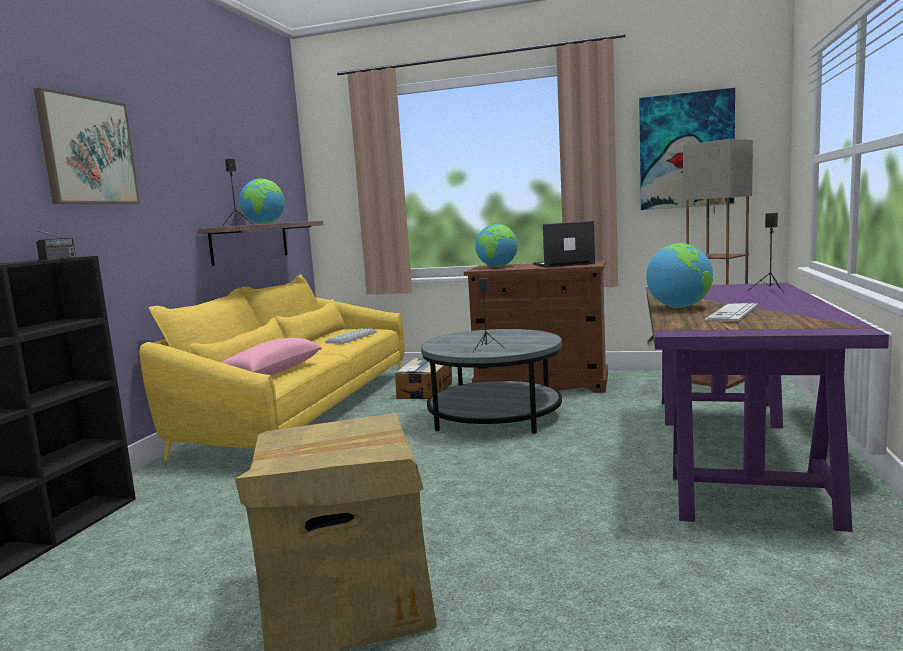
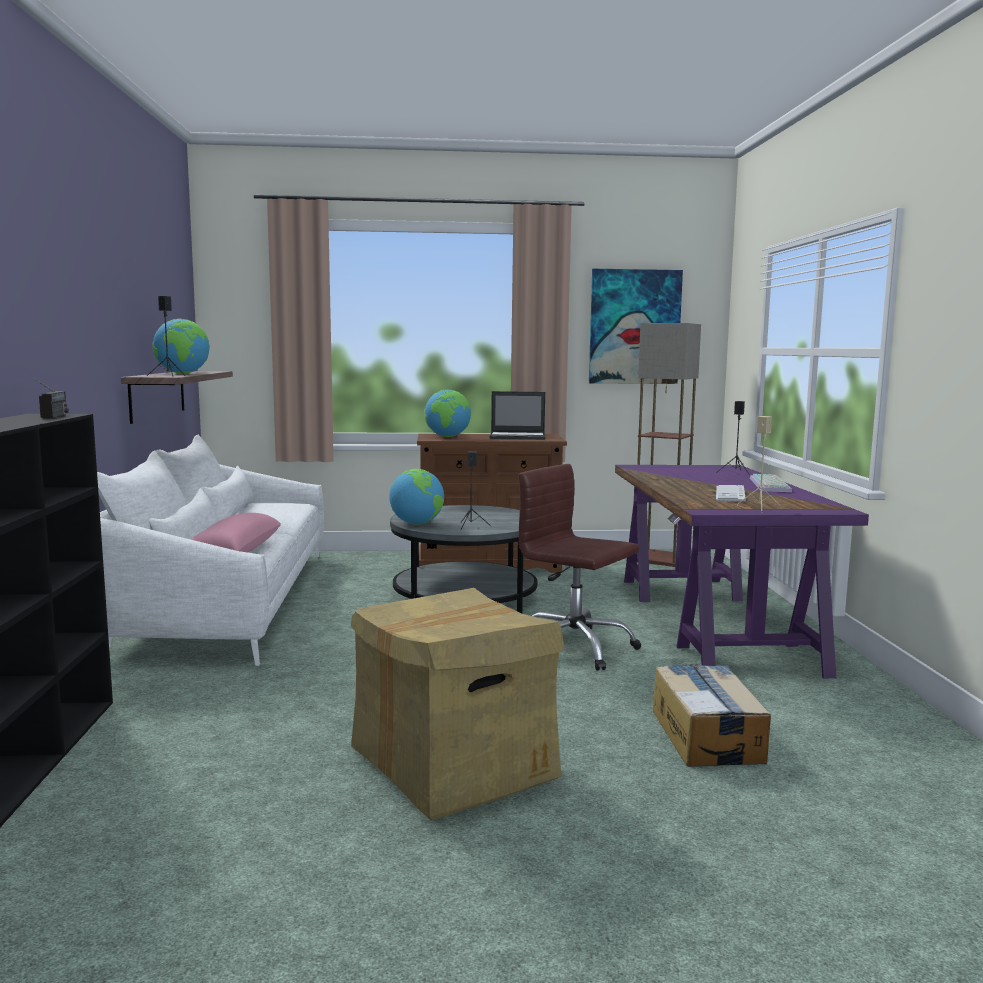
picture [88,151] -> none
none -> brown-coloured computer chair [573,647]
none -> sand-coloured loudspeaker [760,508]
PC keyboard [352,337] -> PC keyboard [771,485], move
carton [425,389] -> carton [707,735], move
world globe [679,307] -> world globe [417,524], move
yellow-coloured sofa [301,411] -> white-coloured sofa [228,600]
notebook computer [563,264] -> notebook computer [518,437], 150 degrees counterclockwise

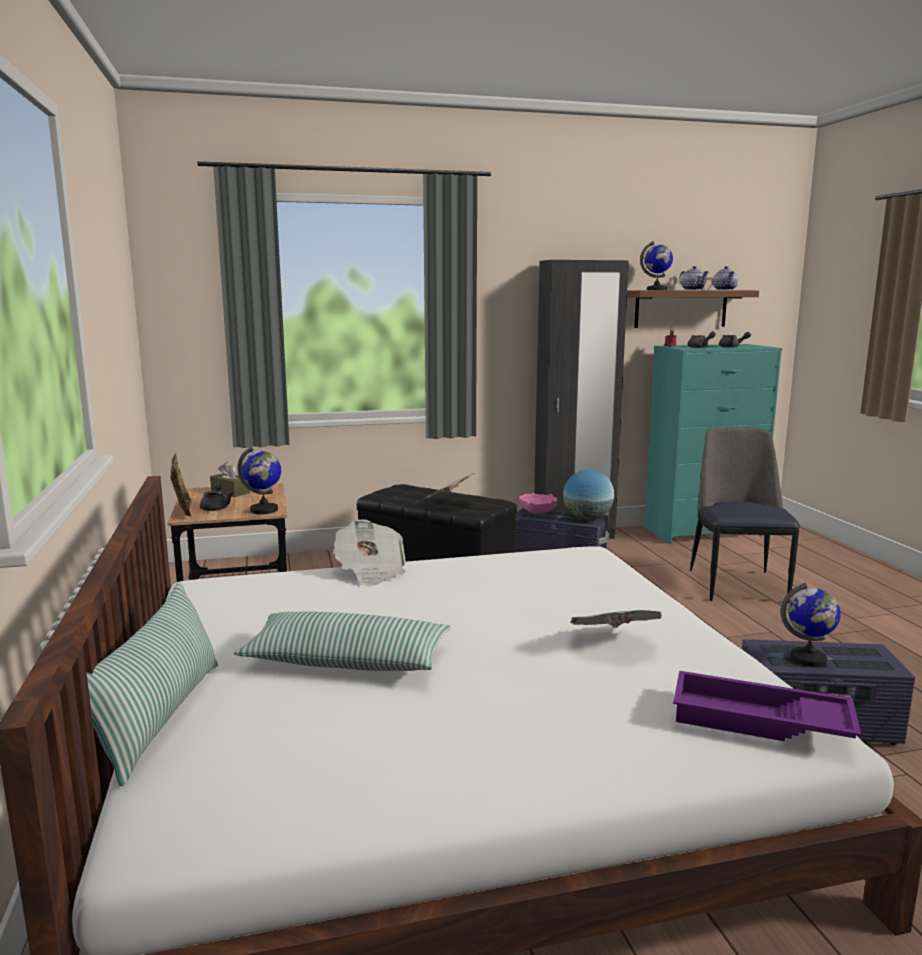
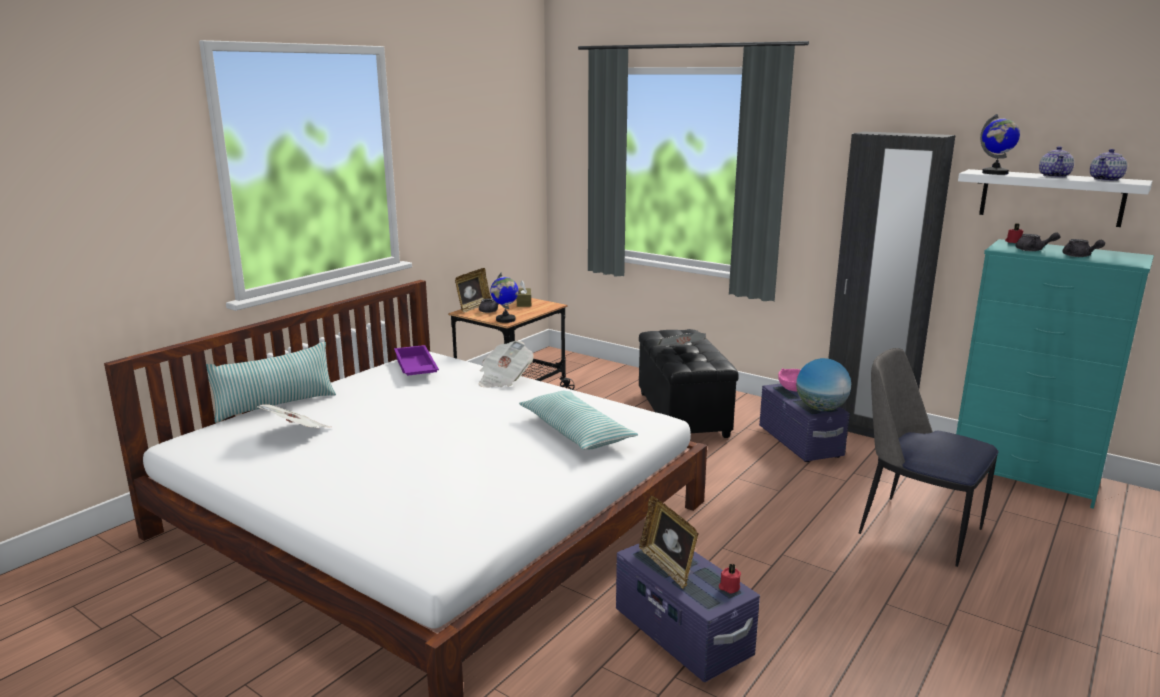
none -> red wax candle [729,587]
pillow [346,661] -> pillow [575,432], move
newspaper [613,642] -> newspaper [296,433], move
purplish serving tray [759,721] -> purplish serving tray [414,368], move
world globe [808,659] -> standing frame [667,566]
brown-coloured shelf [681,308] -> white-coloured shelf [1051,197]
chair [737,584] -> chair [916,529], 105 degrees counterclockwise

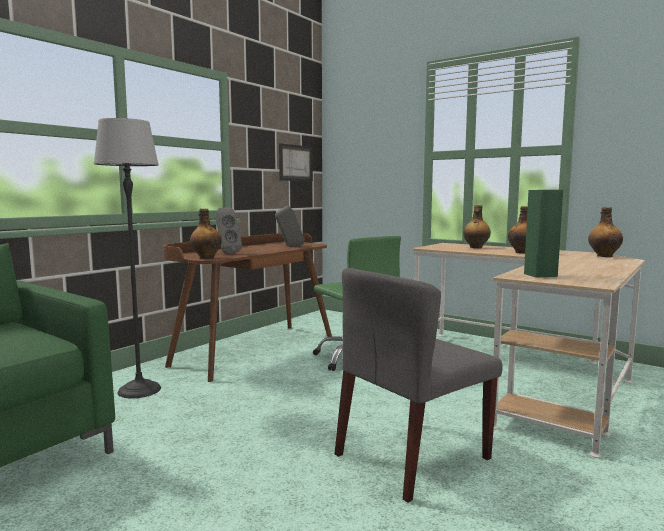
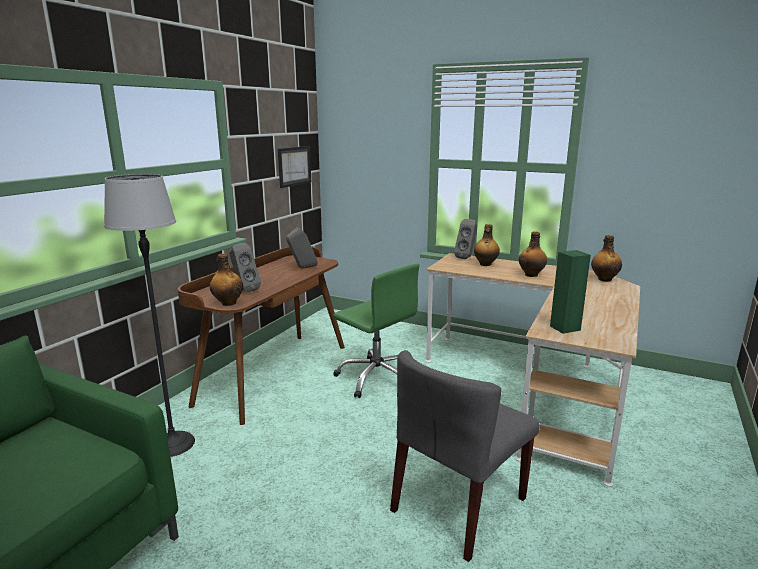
none -> grey loudspeaker [466,258]

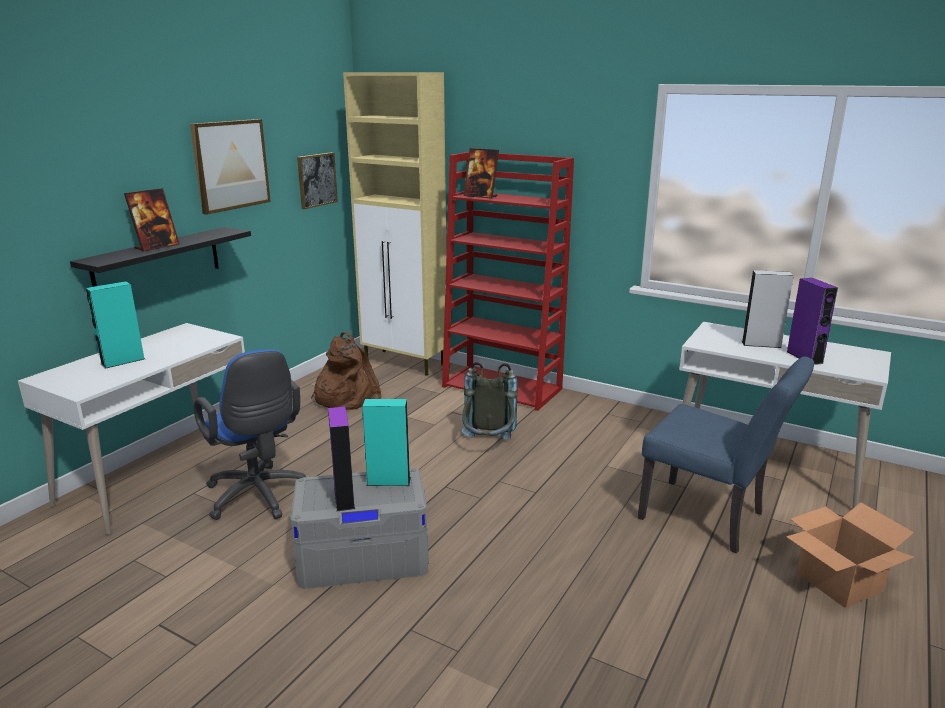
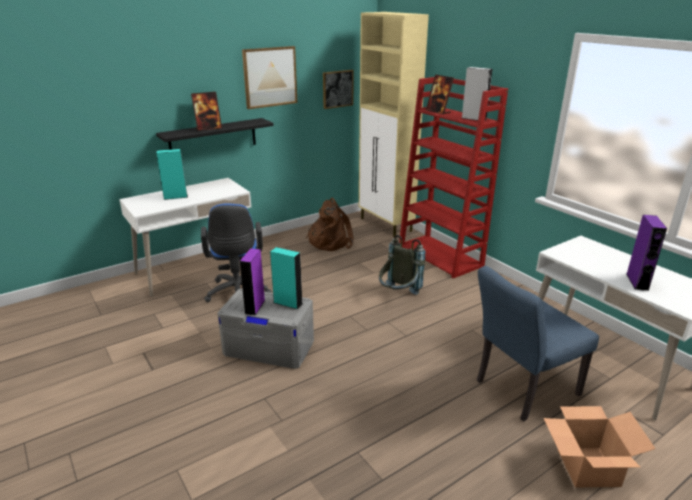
grey loudspeaker [761,344] -> grey loudspeaker [474,118], move
blue chair [710,519] -> blue chair [521,390], 90 degrees clockwise

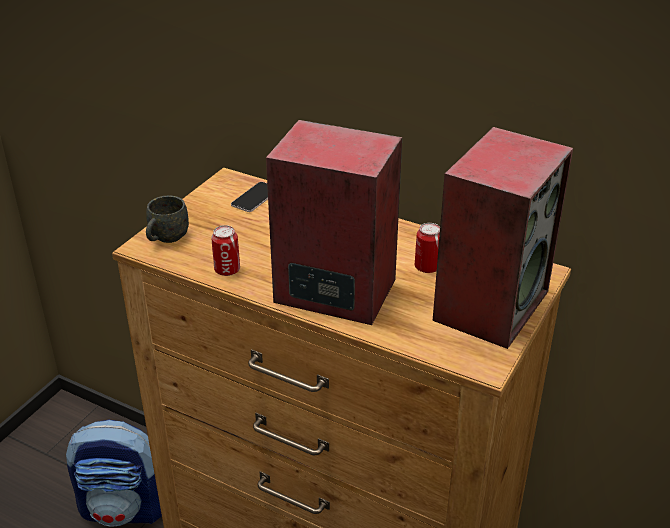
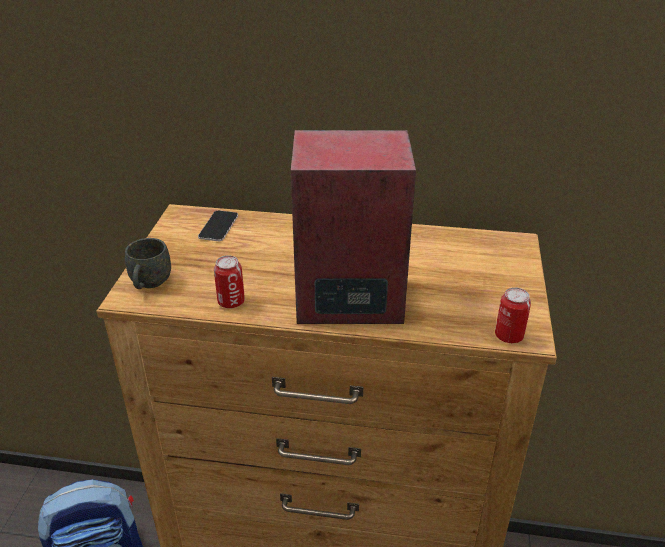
loudspeaker [490,304] -> none
metal can [427,267] -> metal can [509,336], move

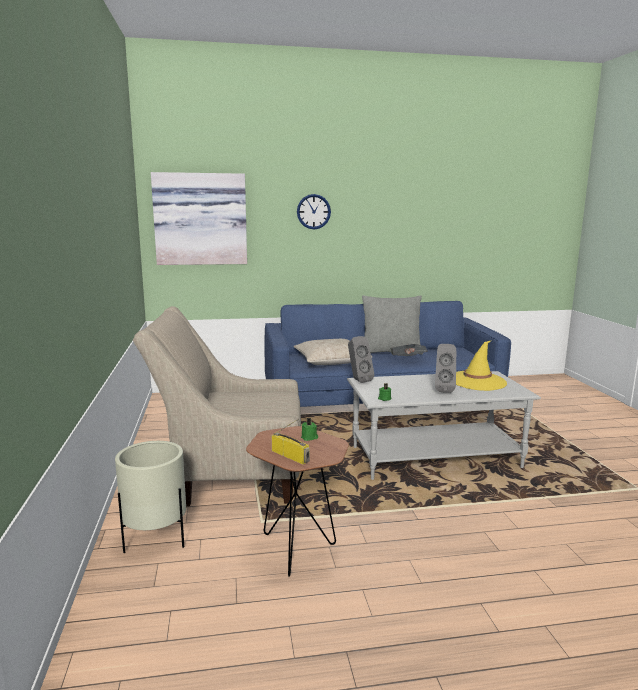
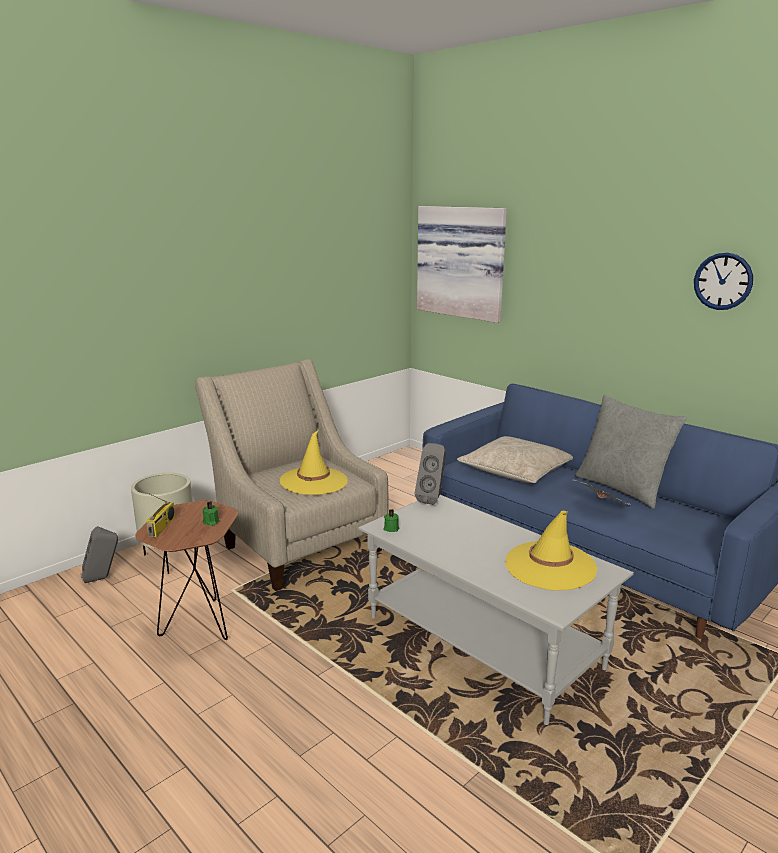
none -> yellow-coloured wearable hat [314,481]
clock on the wall [313,211] -> clock on the wall [723,281], move
grey loudspeaker [443,390] -> grey loudspeaker [102,578], move

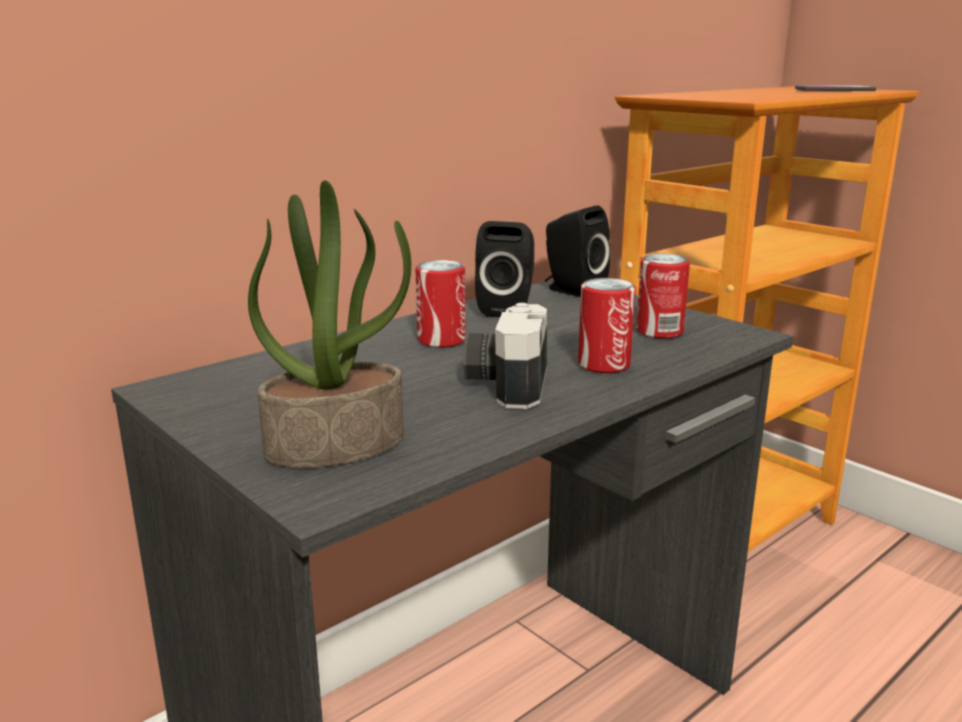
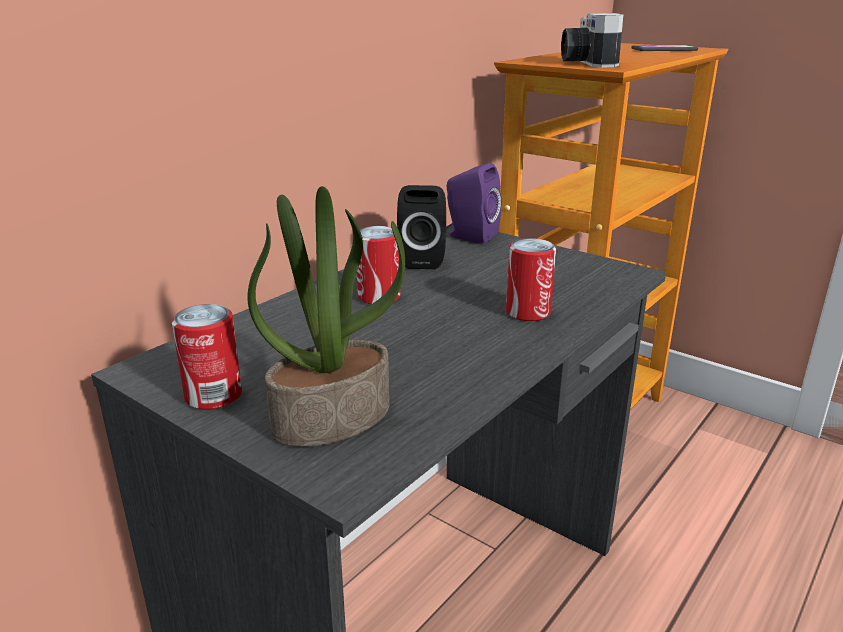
photo camera [505,383] -> photo camera [586,63], move
metal can [659,331] -> metal can [213,395], move
black-coloured loudspeaker [571,290] -> purplish loudspeaker [469,236]

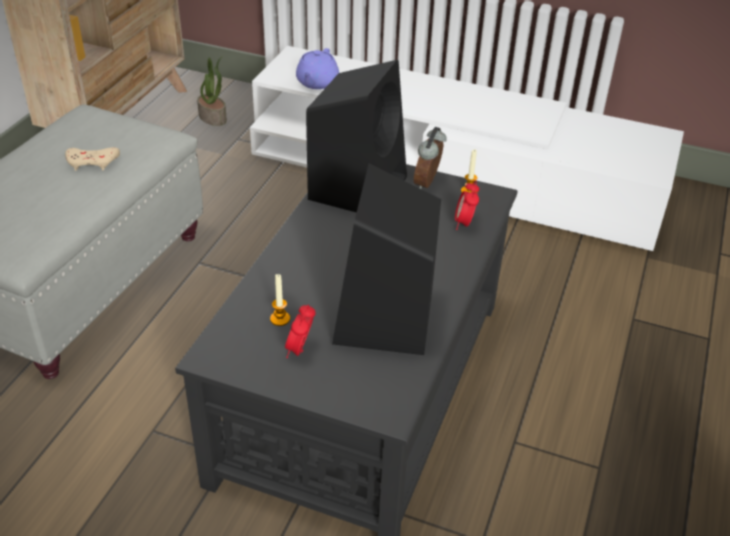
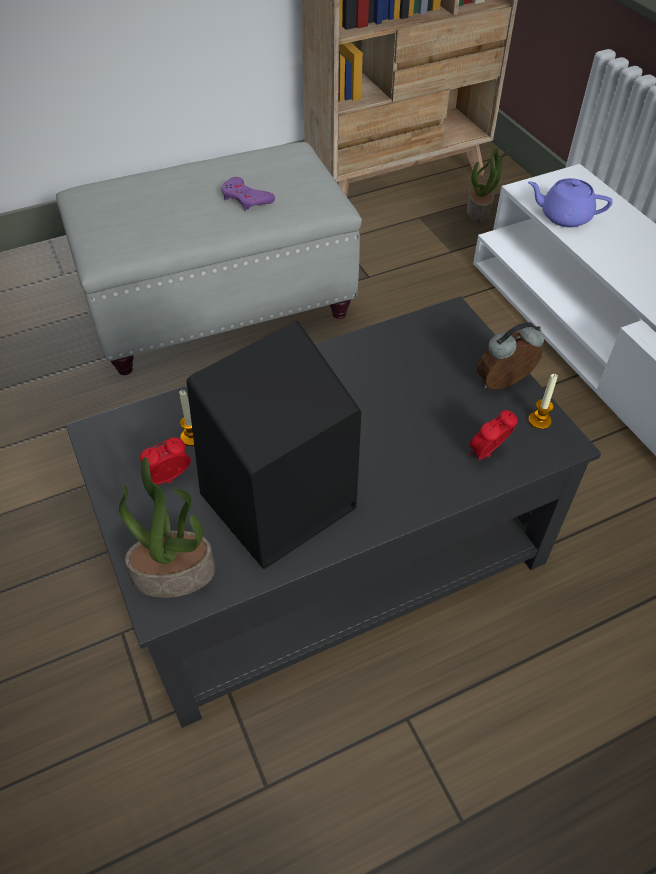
black-coloured loudspeaker [358,186] -> none
none -> houseplant [175,573]
sand-coloured joypad [92,162] -> purplish joypad [246,199]
purplish tea pot [317,83] -> purplish tea pot [564,216], 45 degrees clockwise

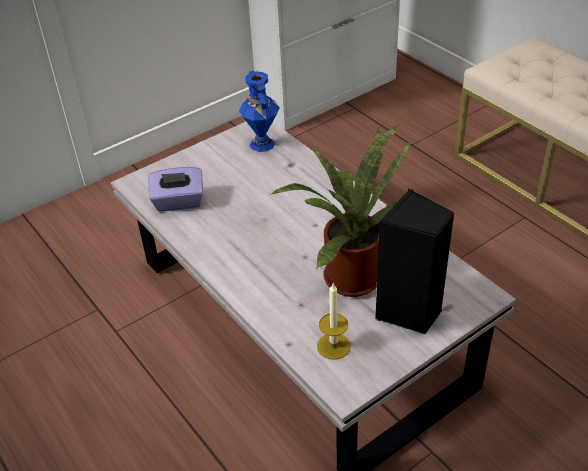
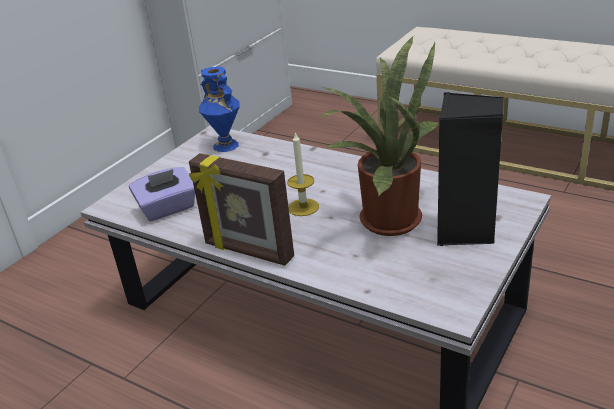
none -> standing frame [248,251]
wax candle [333,346] -> wax candle [303,207], move

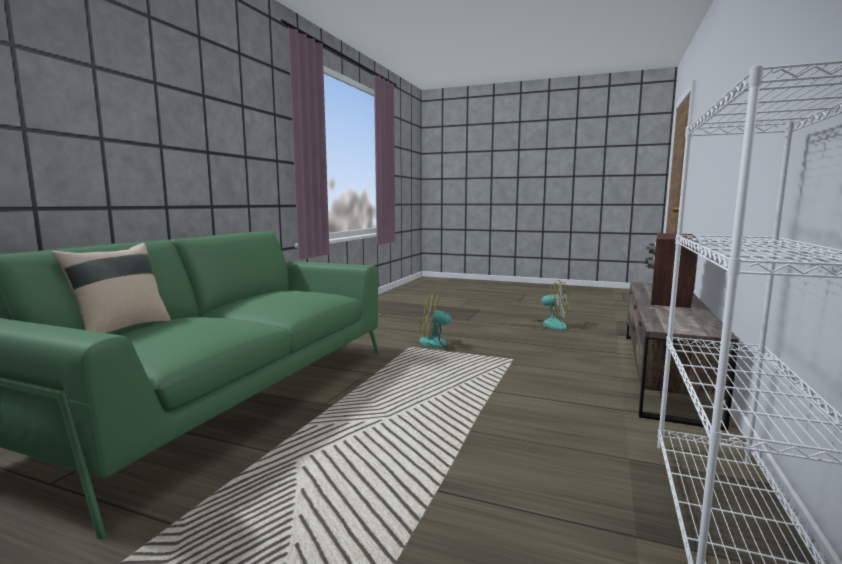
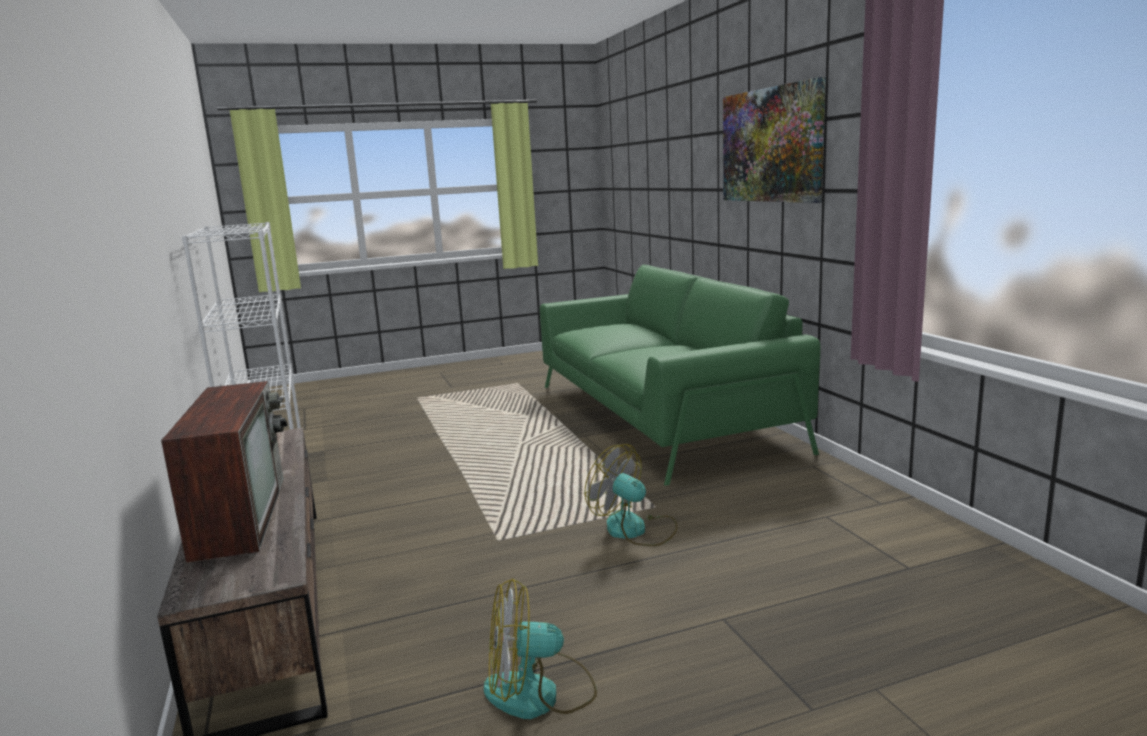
sand-coloured pillow [121,329] -> none
none -> picture [771,145]
fan [440,343] -> fan [635,530], 105 degrees counterclockwise

